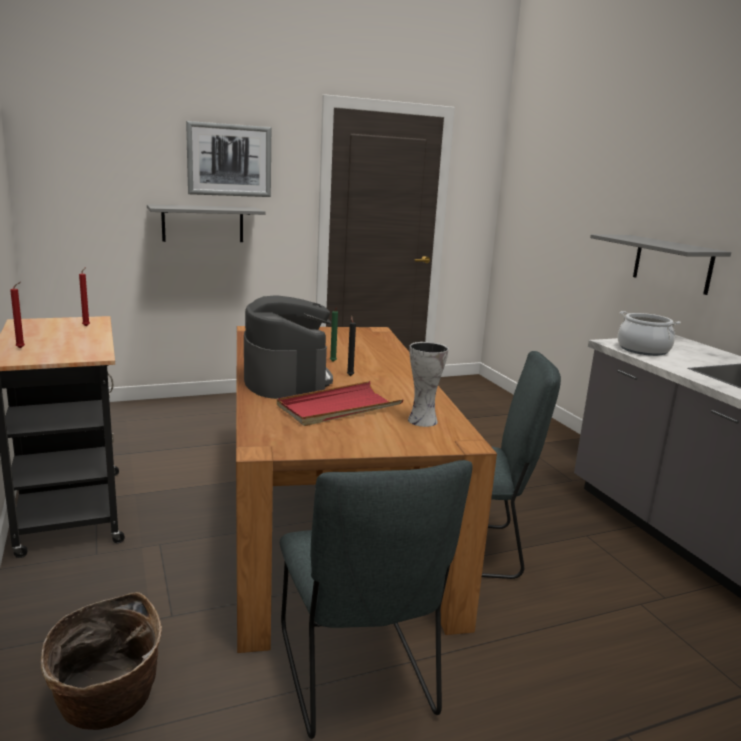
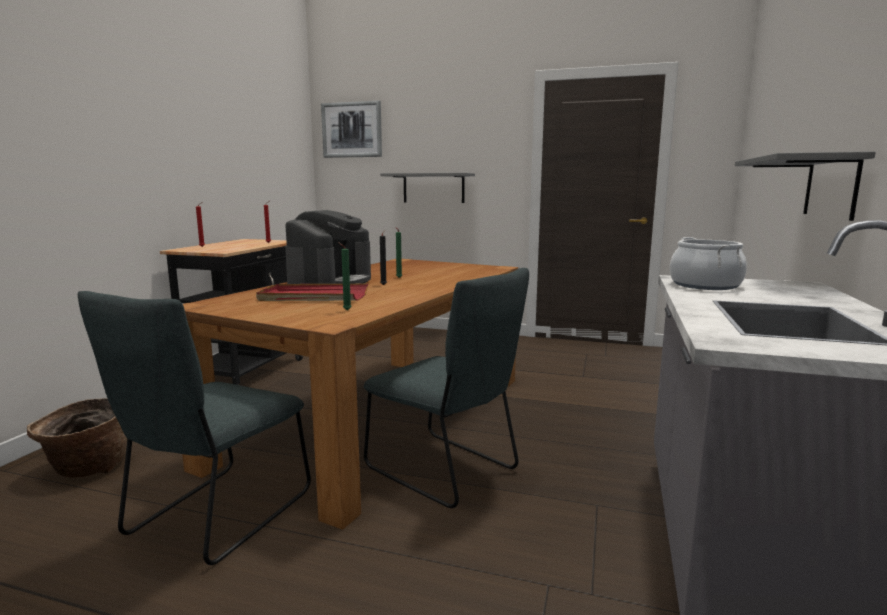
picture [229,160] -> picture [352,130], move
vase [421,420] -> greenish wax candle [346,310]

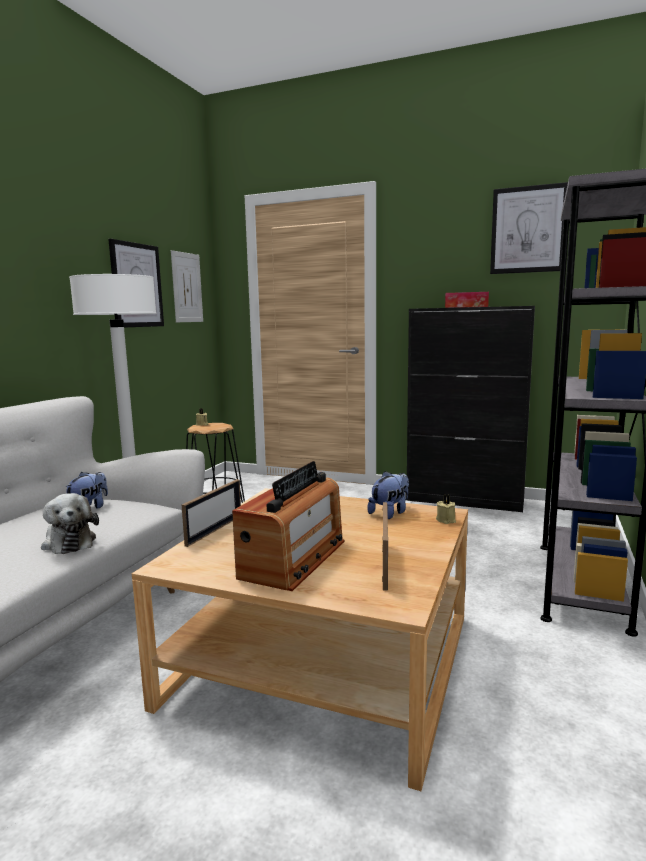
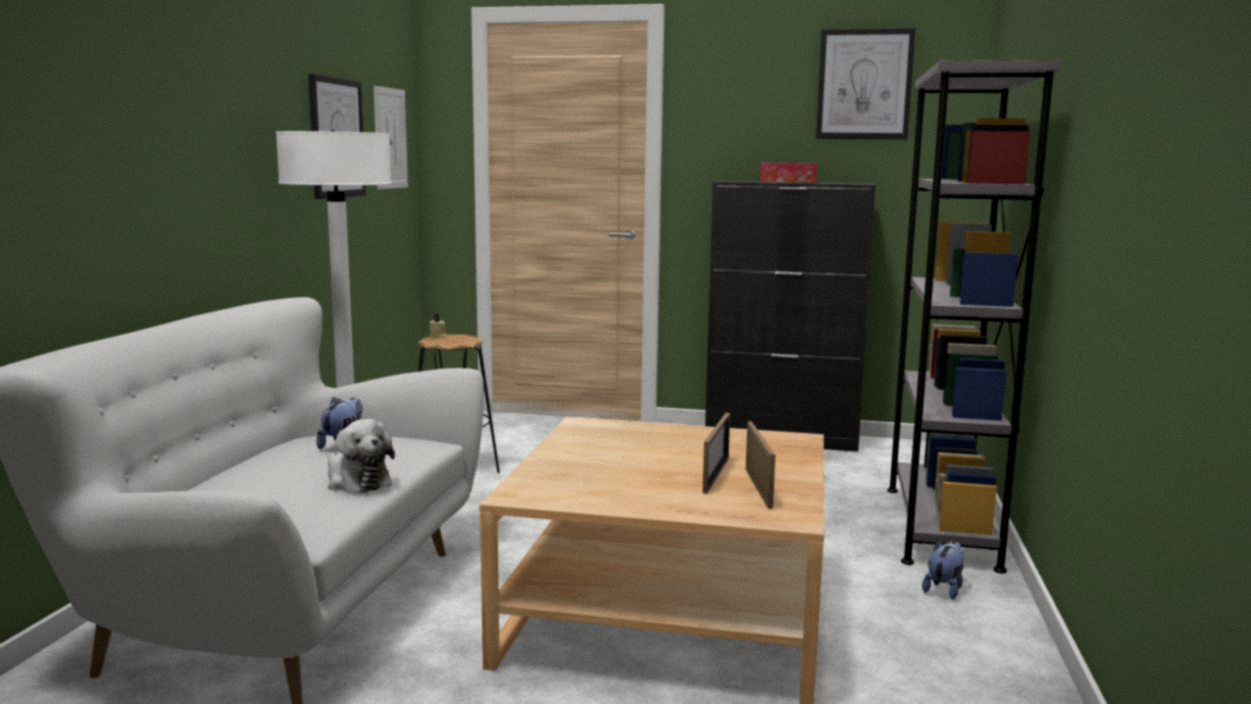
radio set [294,559] -> none
sand-coloured wax candle [446,520] -> none
standing frame [214,530] -> standing frame [715,475], move
plush toy [390,513] -> plush toy [944,589], move

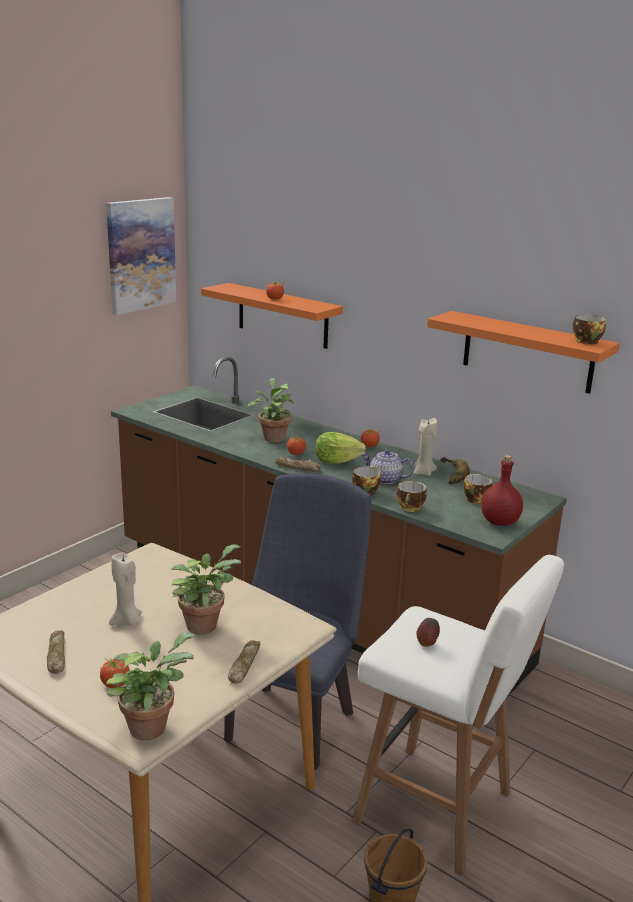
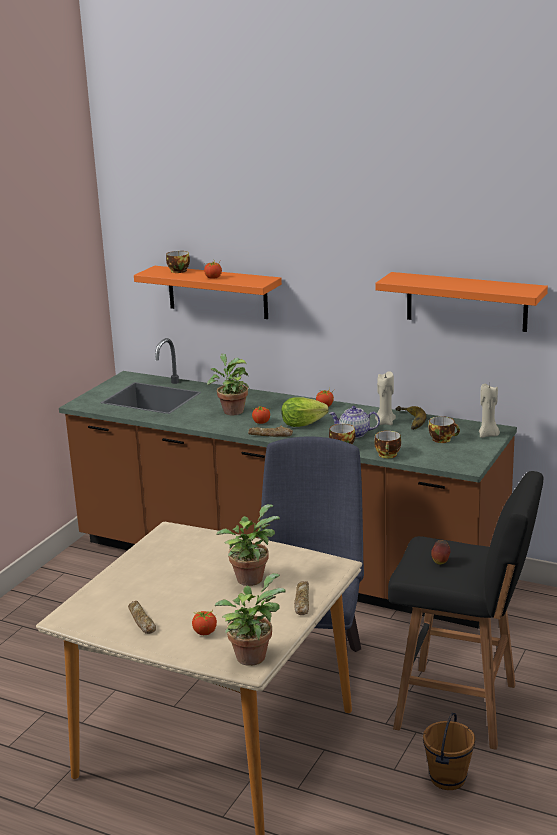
picture [141,255] -> none
red bottle [499,522] -> none
sand-coloured wax candle [127,621] -> sand-coloured wax candle [488,435], move
cup [584,341] -> cup [177,271], move
white-coloured sitting stool [438,810] -> black-coloured sitting stool [461,707]

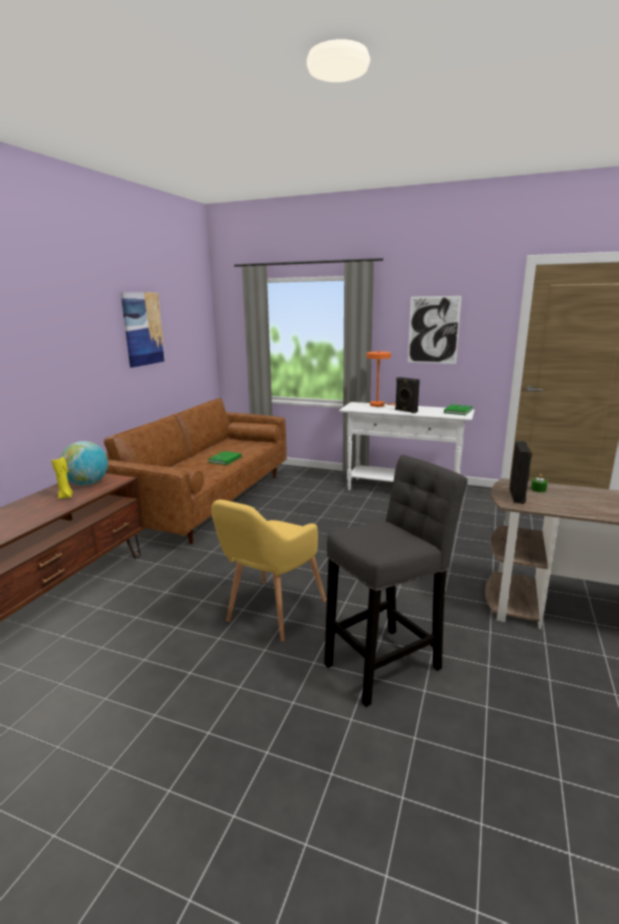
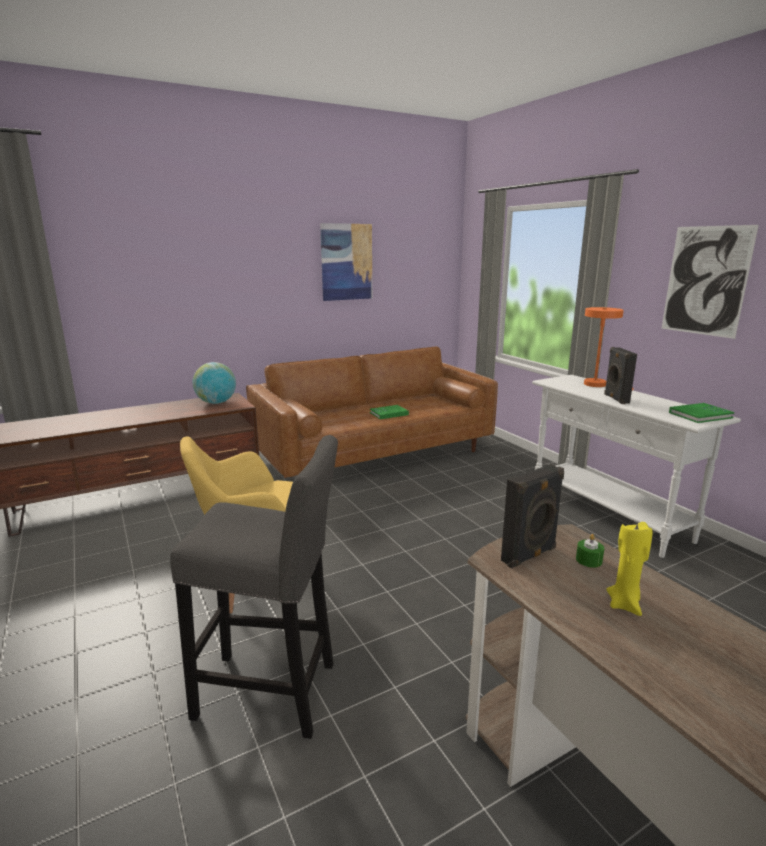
yellow-coloured wax candle [66,496] -> yellow-coloured wax candle [624,604], move

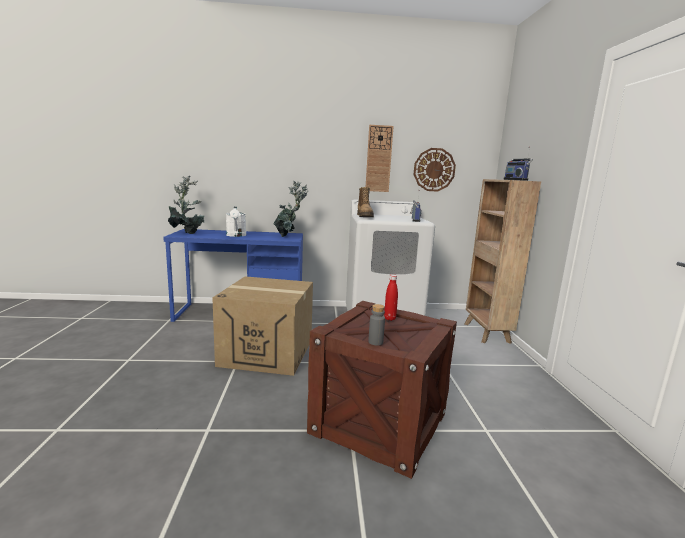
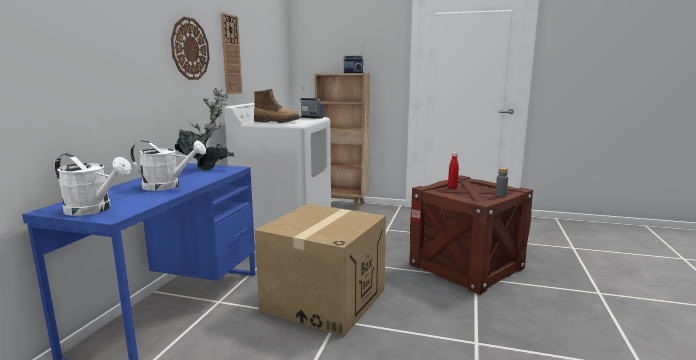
clock on the wall [434,170] -> clock on the wall [190,49], move
houseplant [187,233] -> white-coloured watering pot [94,210]

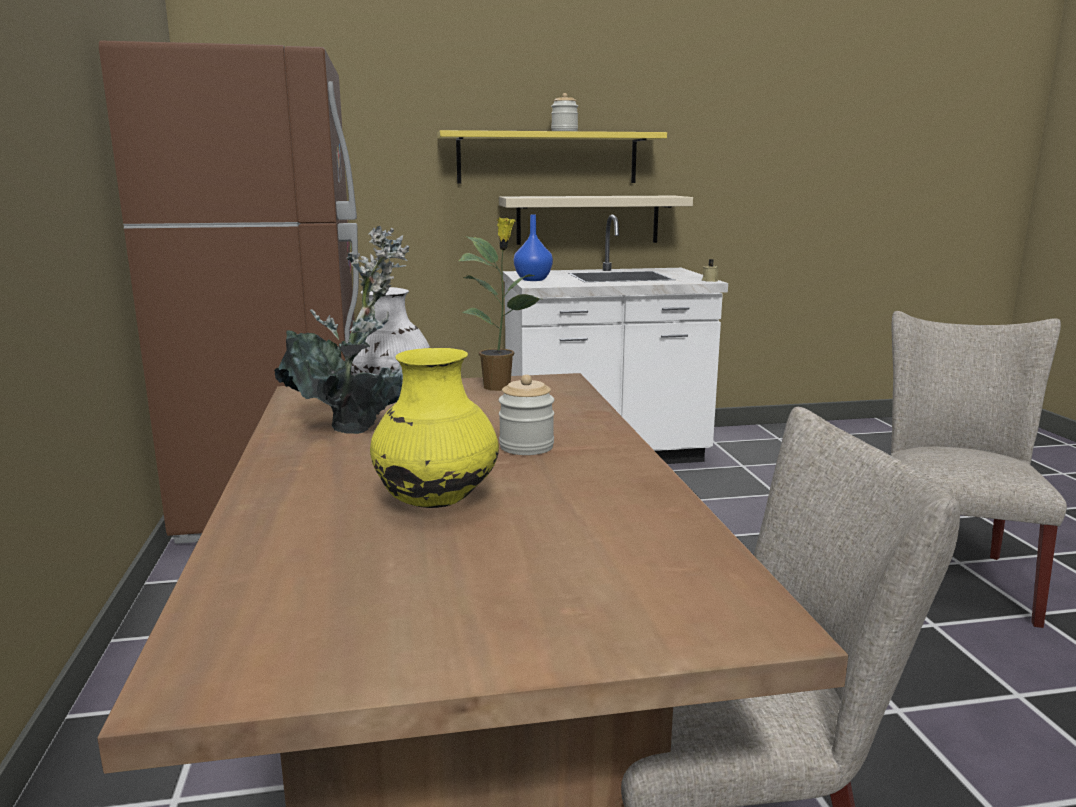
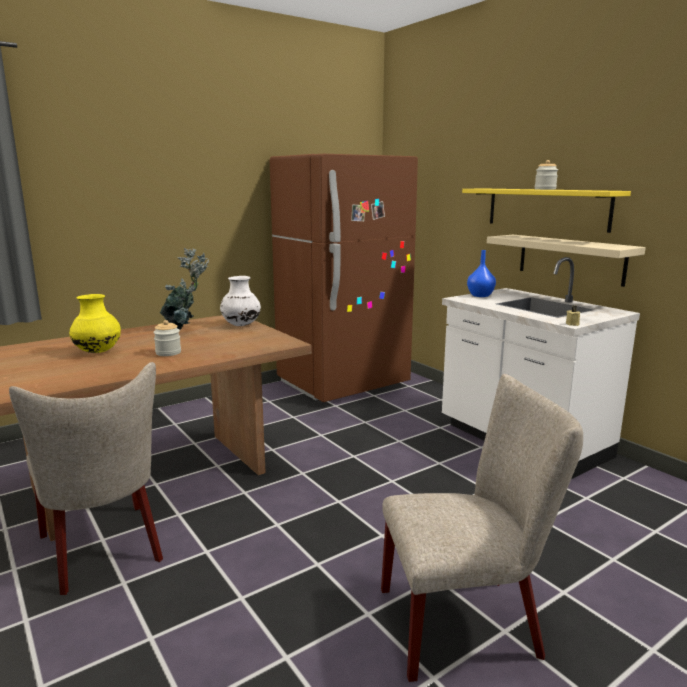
houseplant [499,387] -> none

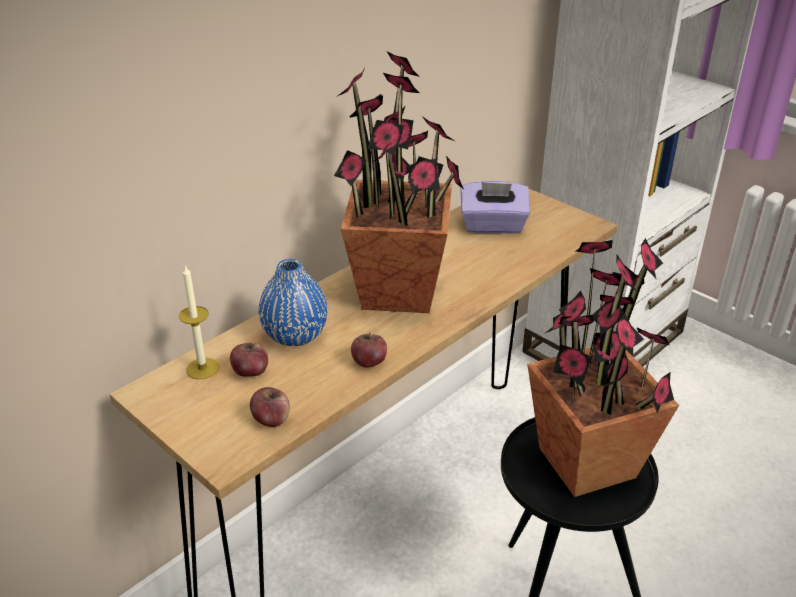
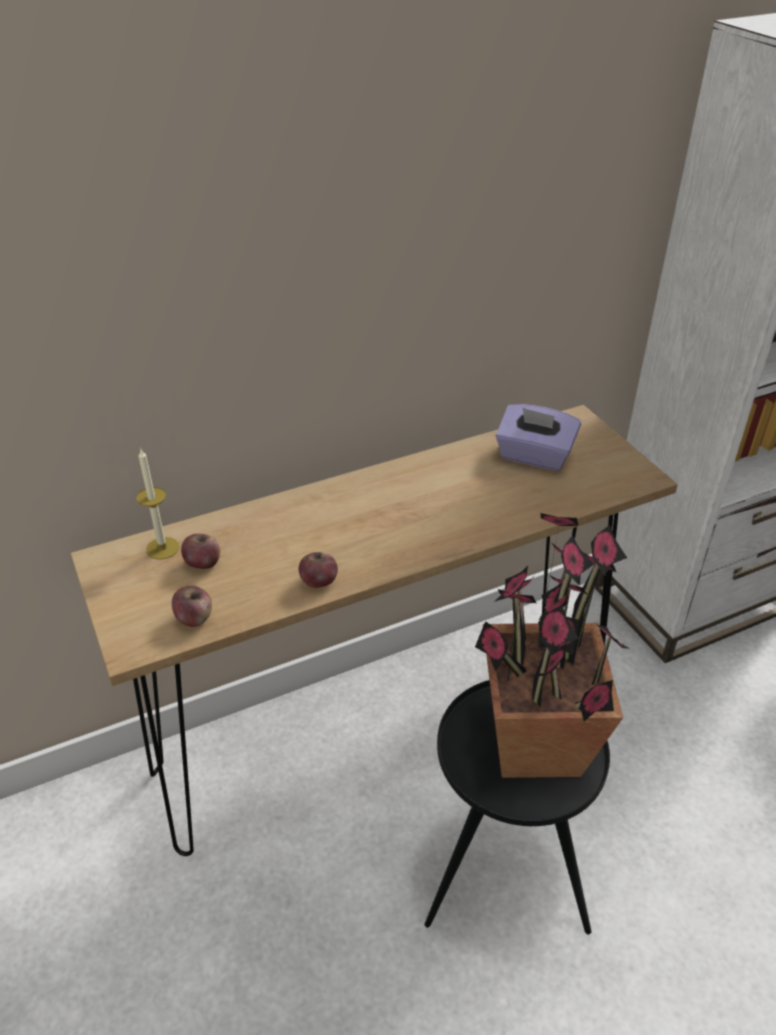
blue vase [295,335] -> none
houseplant [399,293] -> none

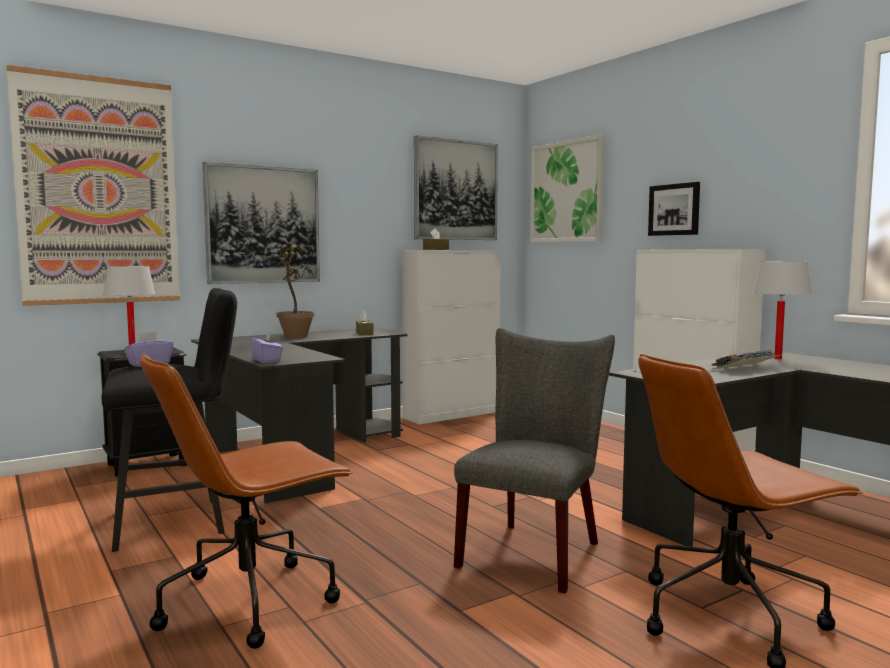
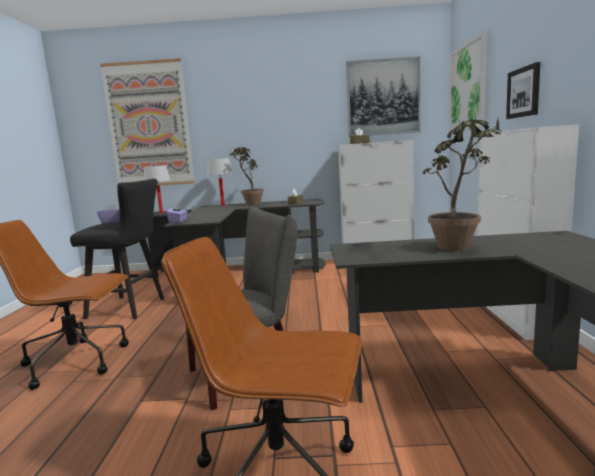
picture [263,225] -> none
white-coloured table lamp [777,359] -> white-coloured table lamp [223,206], move
PC keyboard [746,368] -> houseplant [459,250]

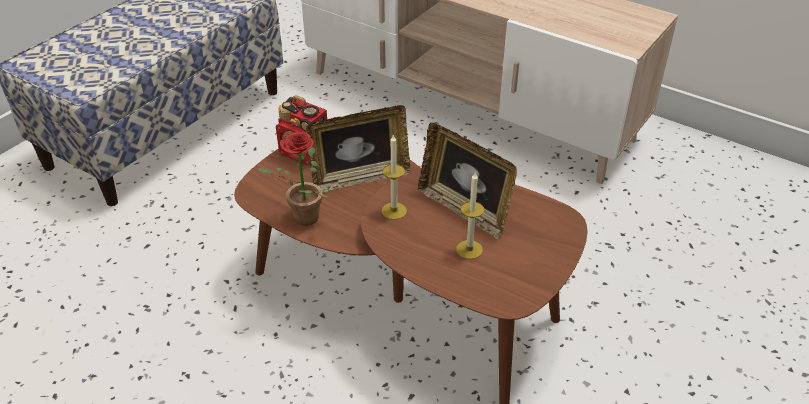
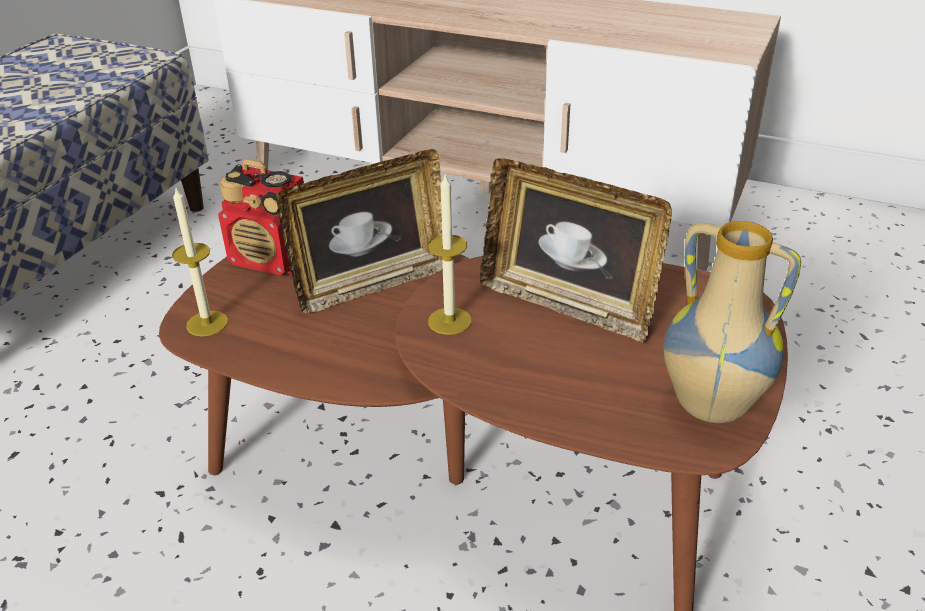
houseplant [301,219] -> none
none -> vase [709,407]
wax candle [469,249] -> wax candle [207,323], move

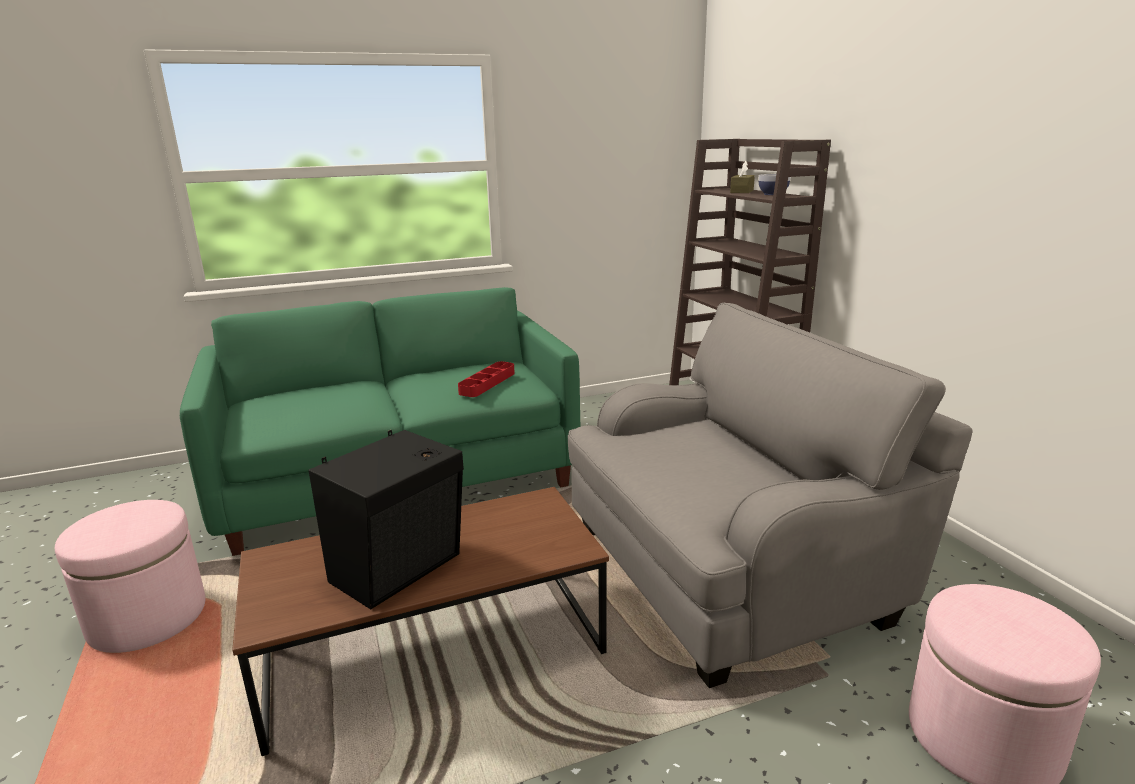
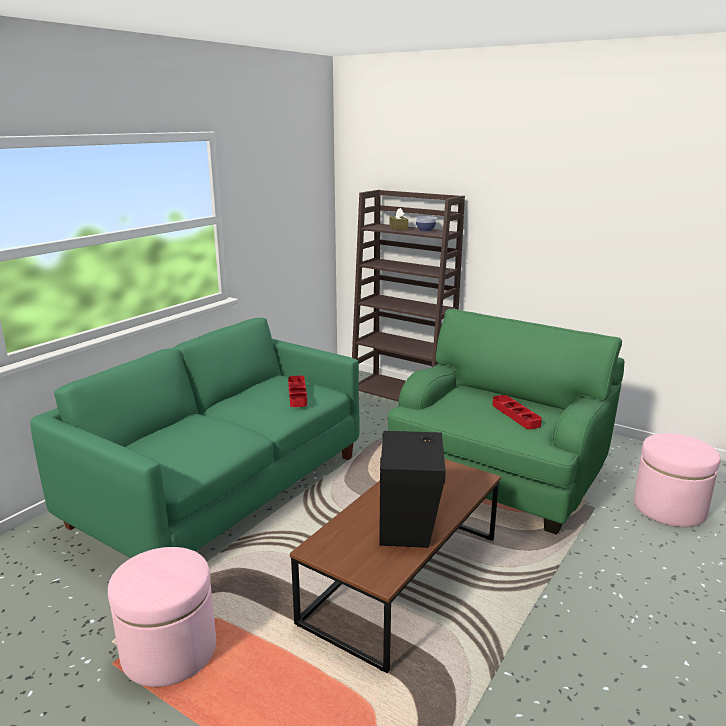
none -> red serving tray [515,415]
grey lounge chair [731,570] -> greenish lounge chair [499,475]

